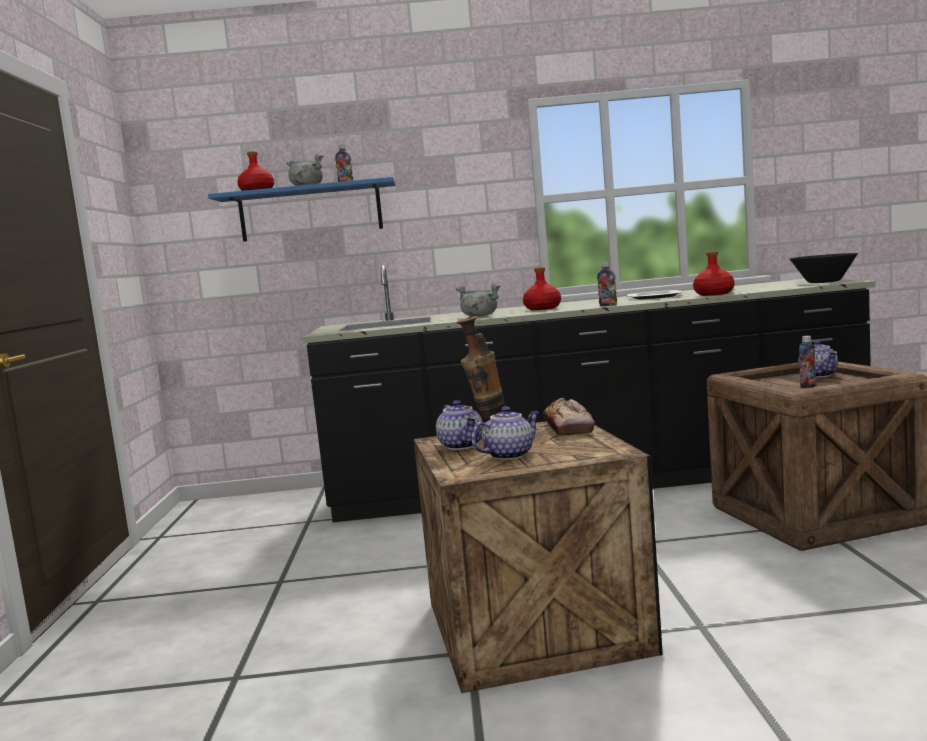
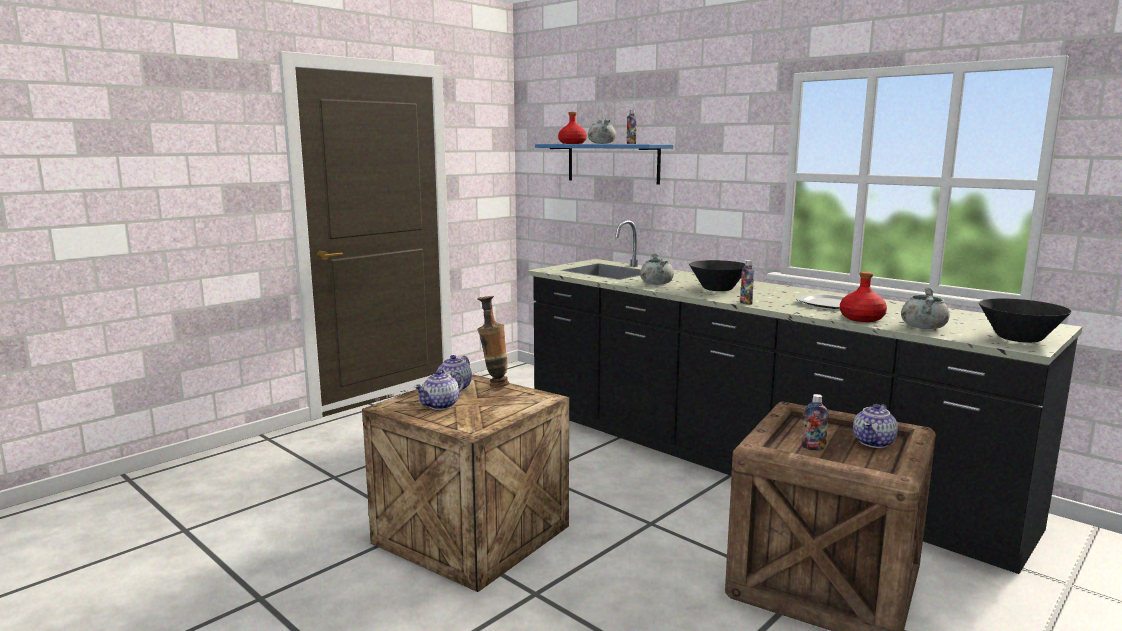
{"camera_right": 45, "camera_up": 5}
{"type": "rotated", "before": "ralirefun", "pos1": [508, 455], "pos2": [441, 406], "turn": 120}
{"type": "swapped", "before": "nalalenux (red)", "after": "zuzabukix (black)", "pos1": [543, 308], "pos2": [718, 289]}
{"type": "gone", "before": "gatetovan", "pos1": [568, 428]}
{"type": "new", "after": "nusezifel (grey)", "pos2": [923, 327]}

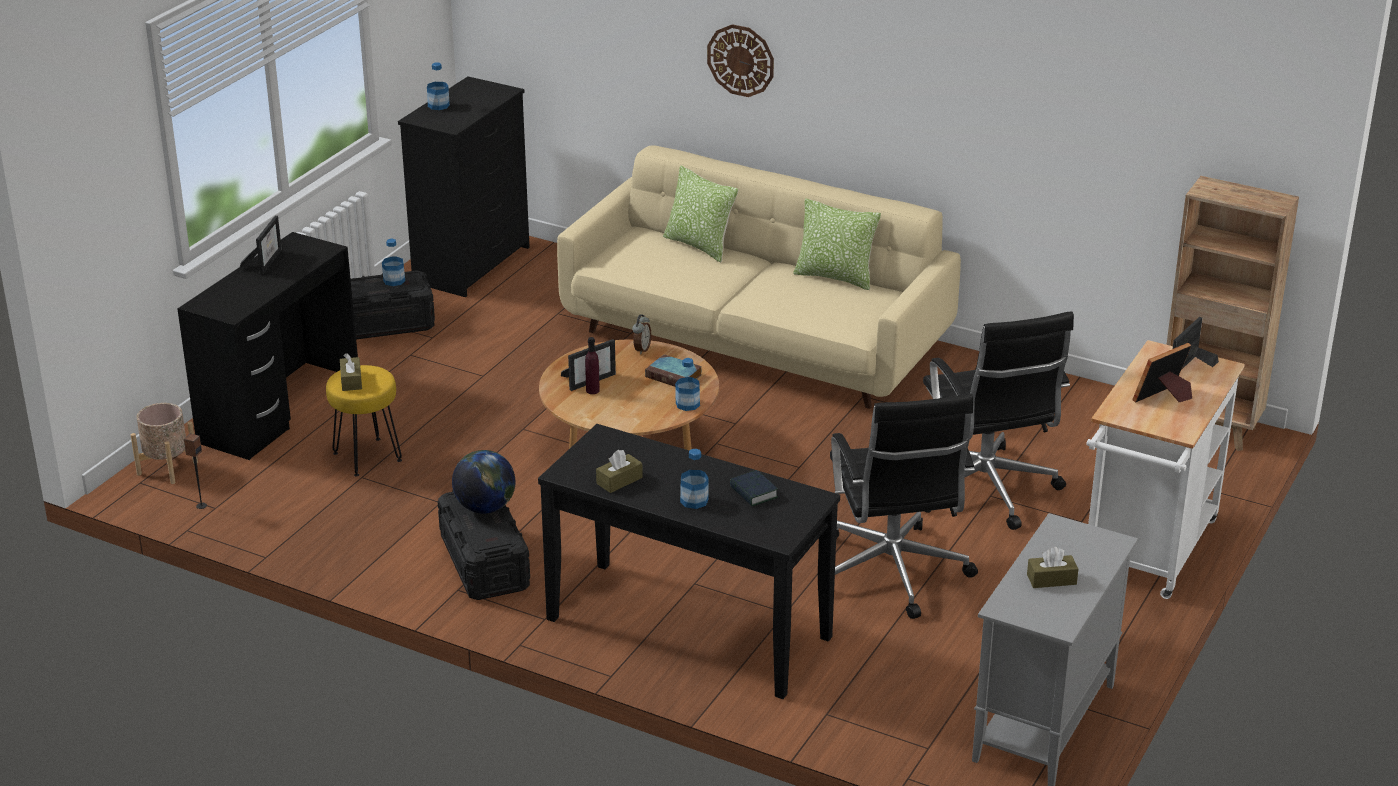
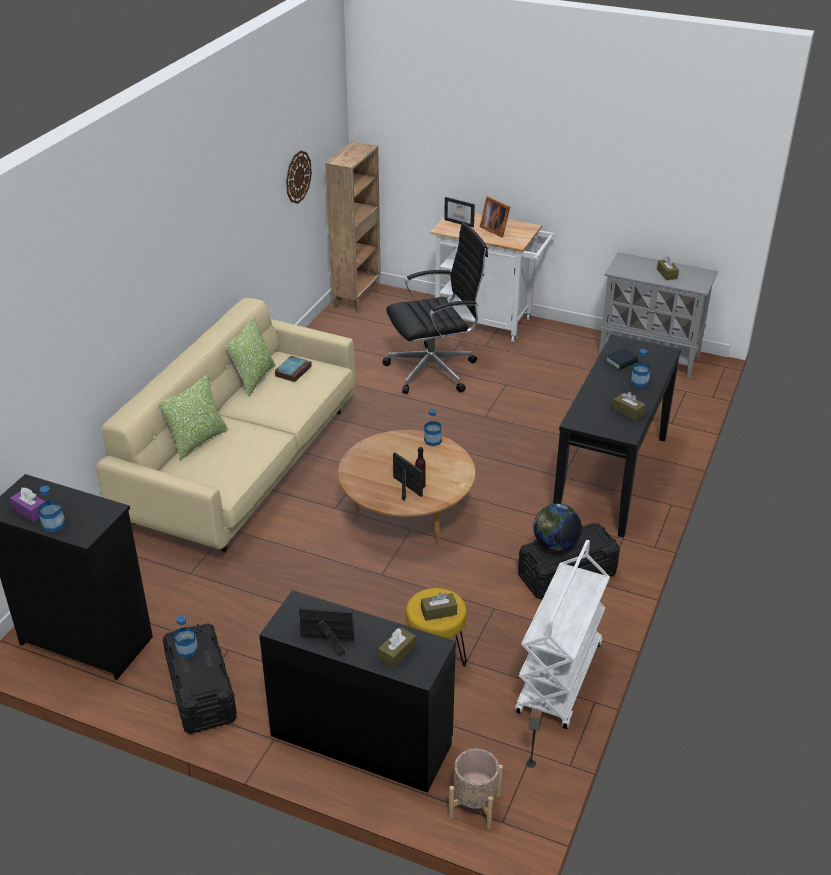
{"camera_right": -95, "camera_up": 5}
{"type": "gone", "before": "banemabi", "pos1": [641, 349]}
{"type": "shifted", "before": "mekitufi", "pos1": [674, 376], "pos2": [293, 371]}
{"type": "shifted", "before": "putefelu", "pos1": [741, 60], "pos2": [298, 177]}
{"type": "gone", "before": "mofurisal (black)", "pos1": [892, 574]}
{"type": "new", "after": "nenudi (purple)", "pos2": [30, 511]}
{"type": "new", "after": "nenudi (brown)", "pos2": [397, 653]}
{"type": "new", "after": "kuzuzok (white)", "pos2": [560, 679]}

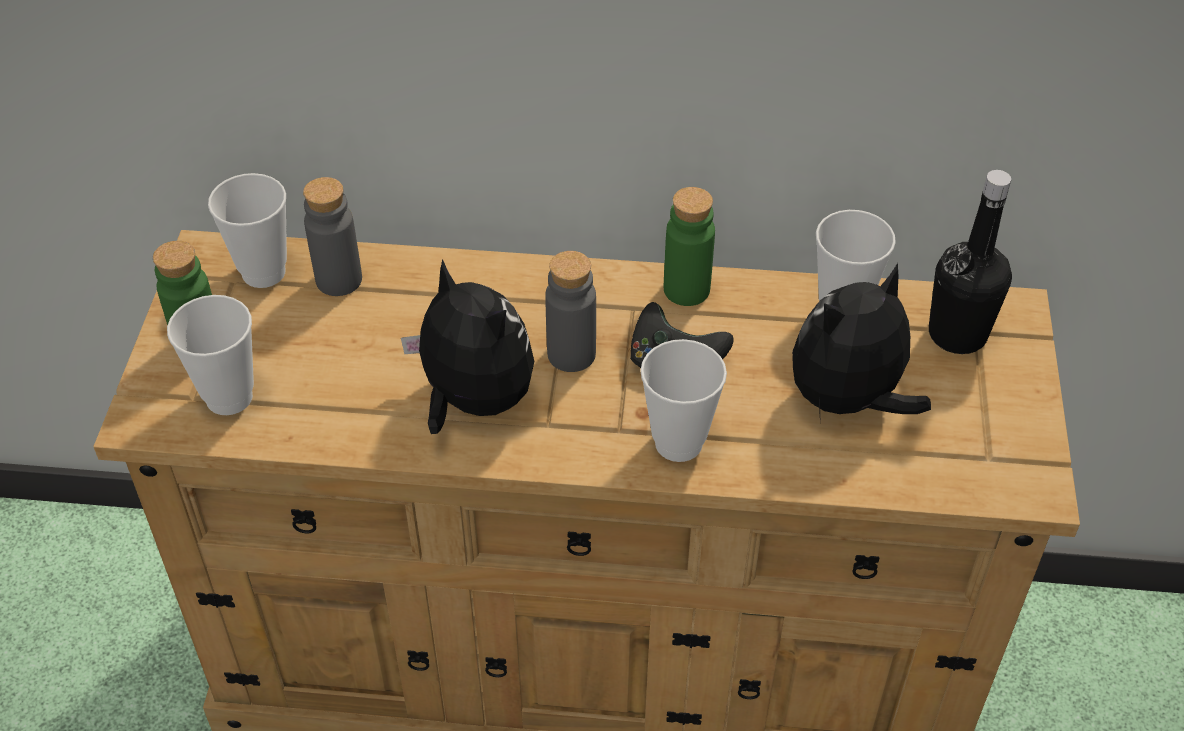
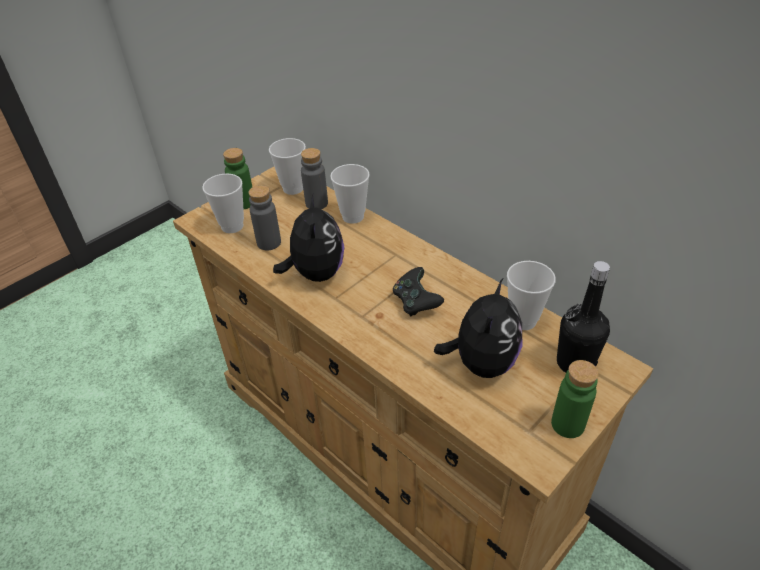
{"camera_right": 40, "camera_up": -5}
{"type": "shifted", "before": "nalalenux (grey)", "pos1": [571, 354], "pos2": [269, 242]}
{"type": "shifted", "before": "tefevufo", "pos1": [678, 443], "pos2": [353, 216]}
{"type": "shifted", "before": "nalalenux (green)", "pos1": [686, 289], "pos2": [567, 424]}
{"type": "rotated", "before": "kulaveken", "pos1": [848, 401], "pos2": [481, 363], "turn": 105}

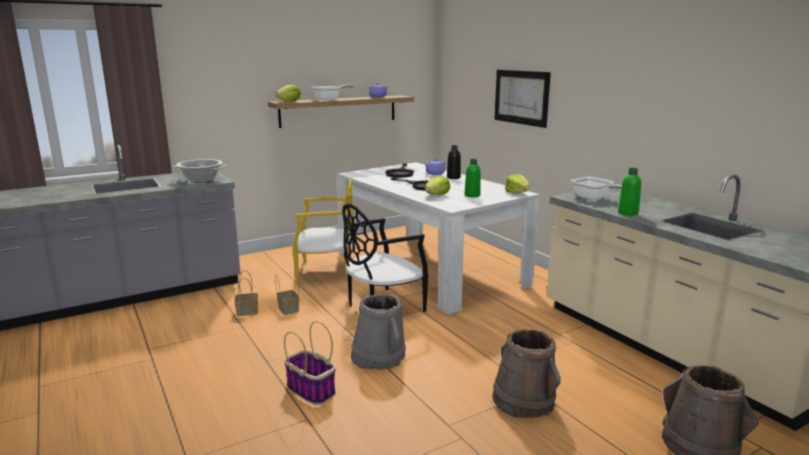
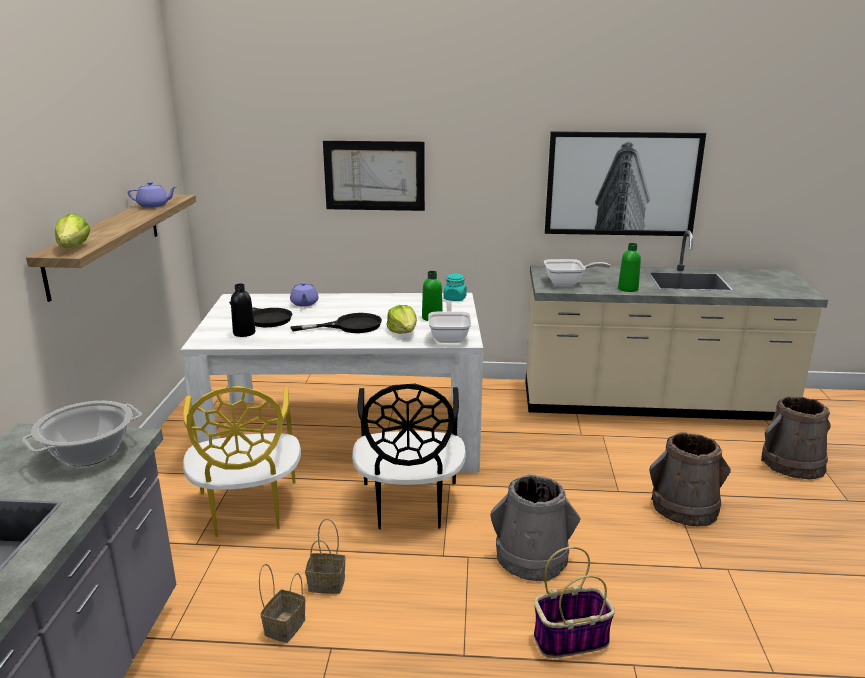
{"camera_right": -55, "camera_up": 5}
{"type": "rotated", "before": "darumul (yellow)", "pos1": [325, 273], "pos2": [247, 510], "turn": 135}
{"type": "shifted", "before": "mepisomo", "pos1": [329, 99], "pos2": [449, 337]}
{"type": "shifted", "before": "nalalenux (black)", "pos1": [453, 177], "pos2": [244, 333]}
{"type": "swapped", "before": "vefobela", "after": "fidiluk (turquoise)", "pos1": [517, 193], "pos2": [455, 298]}
{"type": "new", "after": "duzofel", "pos2": [622, 184]}

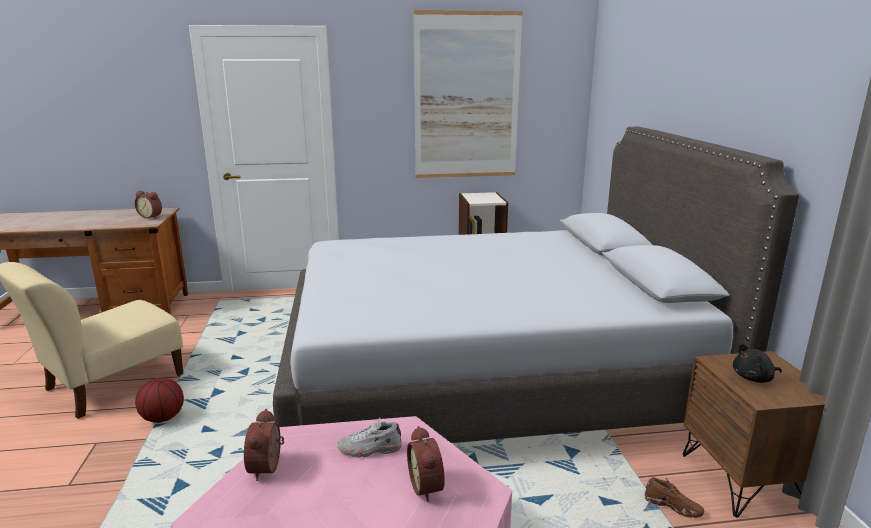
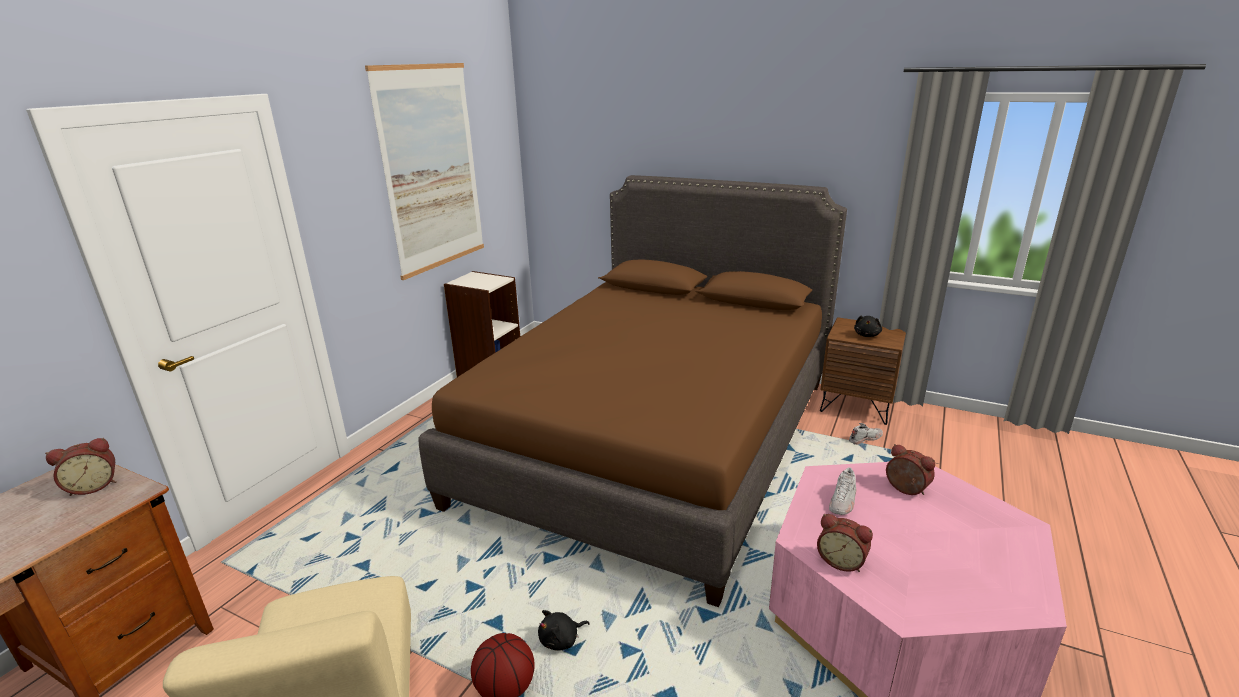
{"camera_right": -55, "camera_up": 5}
{"type": "repainted", "before": "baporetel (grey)", "after": "baporetel (brown)", "pos1": [489, 376], "pos2": [654, 439]}
{"type": "rotated", "before": "banemabi", "pos1": [428, 486], "pos2": [905, 490], "turn": -150}
{"type": "repainted", "before": "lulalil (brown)", "after": "lulalil (white)", "pos1": [673, 506], "pos2": [865, 438]}
{"type": "new", "after": "kulaveken (black)", "pos2": [561, 640]}

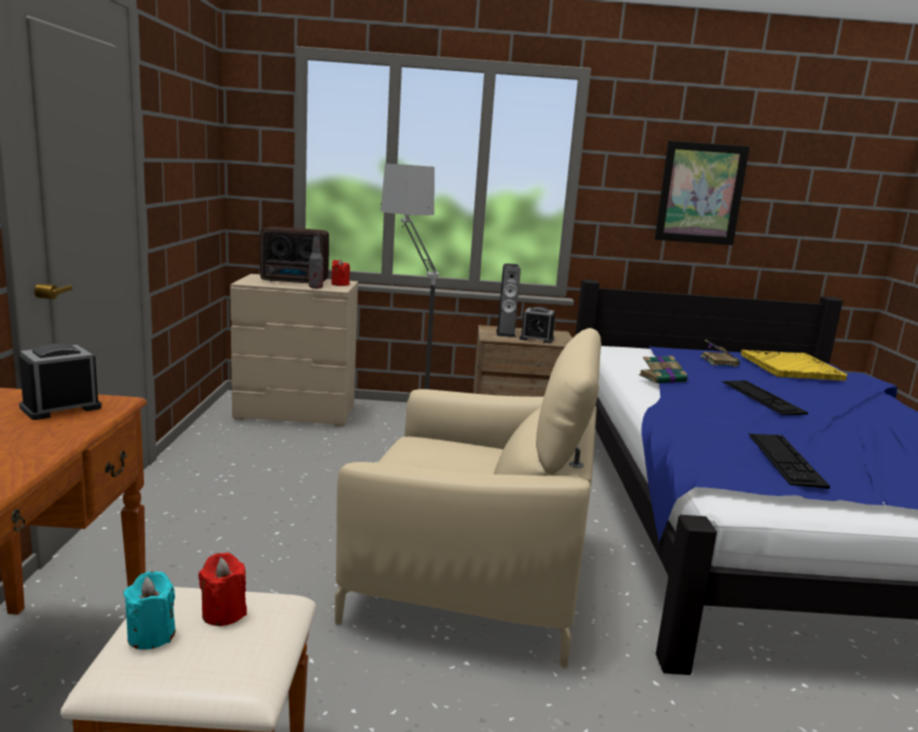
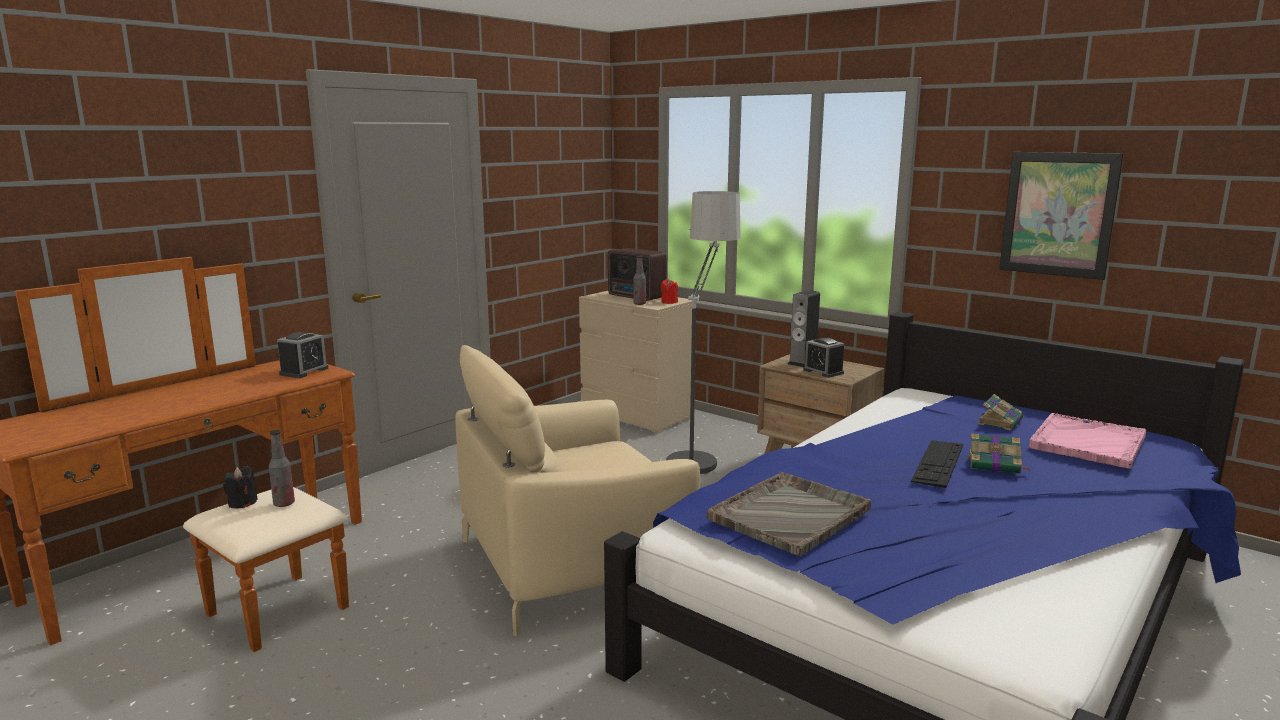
{"camera_right": 40, "camera_up": 0}
{"type": "rotated", "before": "banemabi", "pos1": [61, 408], "pos2": [304, 371], "turn": 120}
{"type": "repainted", "before": "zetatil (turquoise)", "after": "zetatil (black)", "pos1": [151, 635], "pos2": [242, 503]}
{"type": "swapped", "before": "zetatil (red)", "after": "nalalenux", "pos1": [224, 613], "pos2": [284, 504]}
{"type": "rotated", "before": "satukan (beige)", "pos1": [470, 579], "pos2": [573, 564], "turn": 105}
{"type": "shifted", "before": "mekitufi", "pos1": [663, 378], "pos2": [995, 465]}
{"type": "repainted", "before": "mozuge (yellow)", "after": "mozuge (pink)", "pos1": [791, 367], "pos2": [1087, 442]}
{"type": "swapped", "before": "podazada", "after": "mozuge (grey)", "pos1": [785, 459], "pos2": [790, 514]}

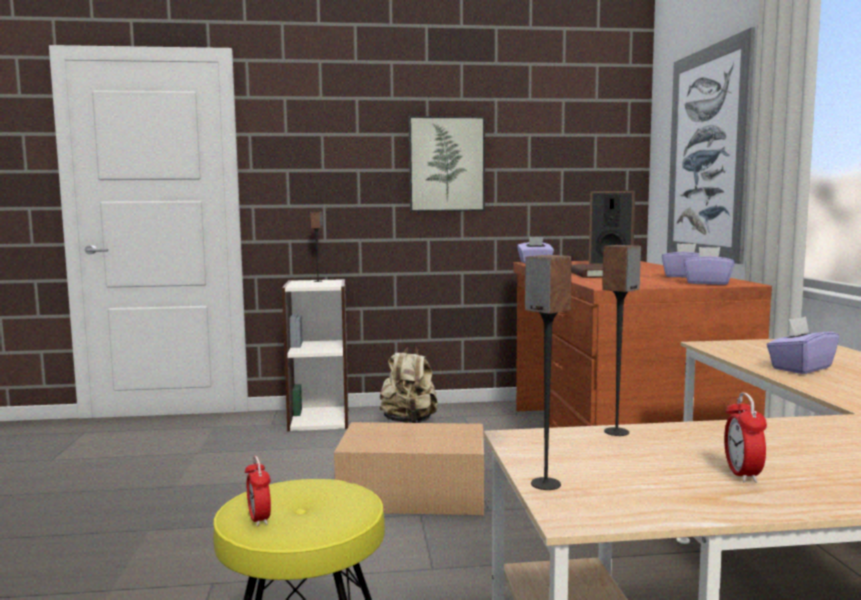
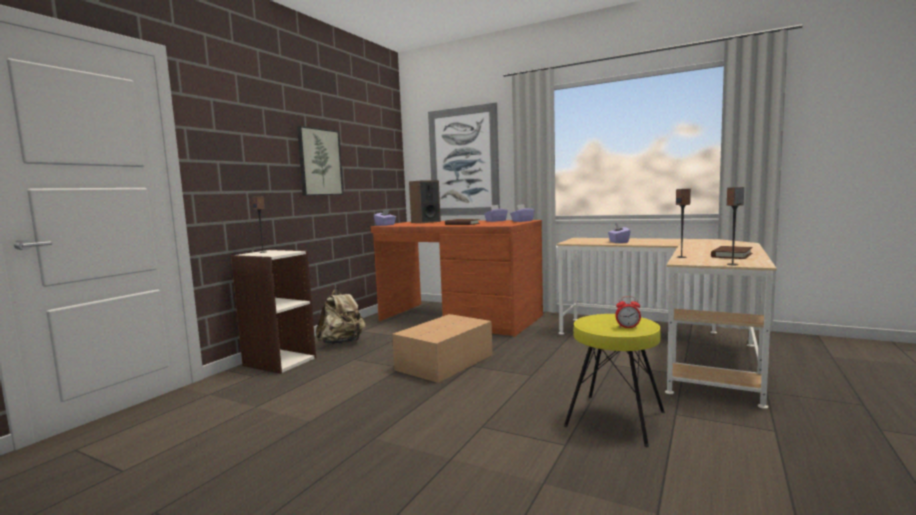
{"camera_right": -55, "camera_up": 0}
{"type": "swapped", "before": "banemabi", "after": "mekitufi (brown)", "pos1": [742, 474], "pos2": [731, 255]}

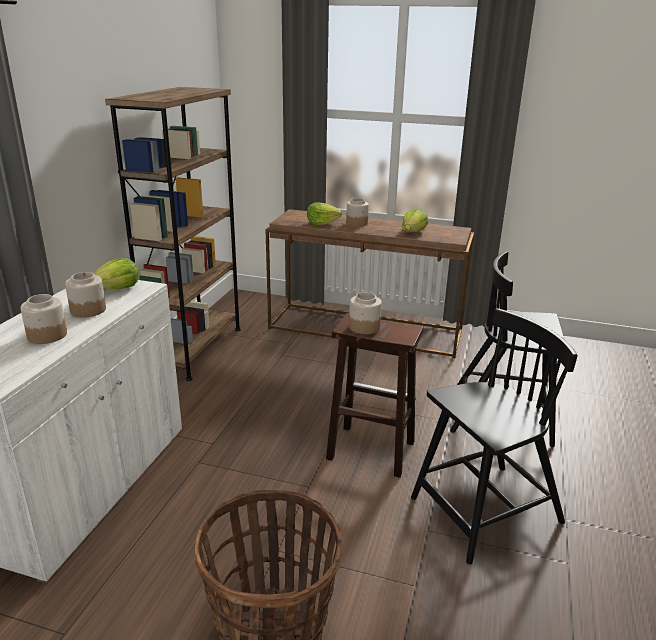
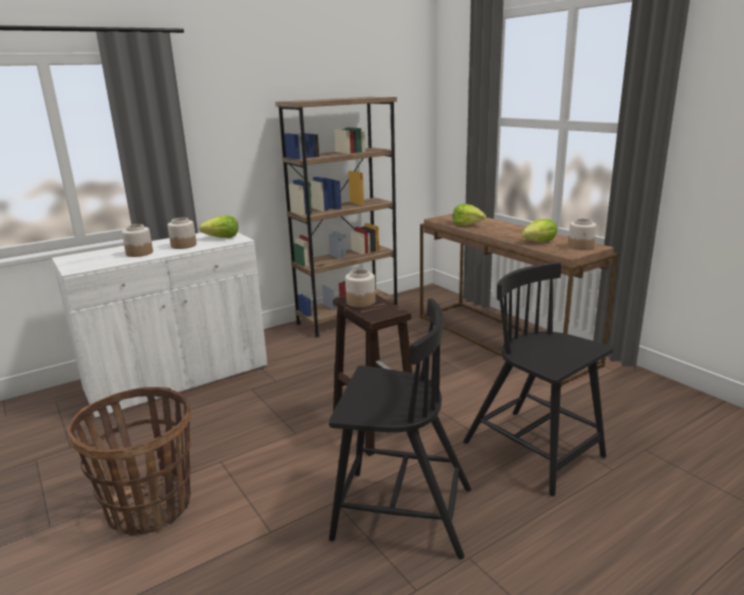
{"camera_right": 40, "camera_up": -5}
{"type": "shifted", "before": "fidiluk", "pos1": [357, 223], "pos2": [581, 246]}

